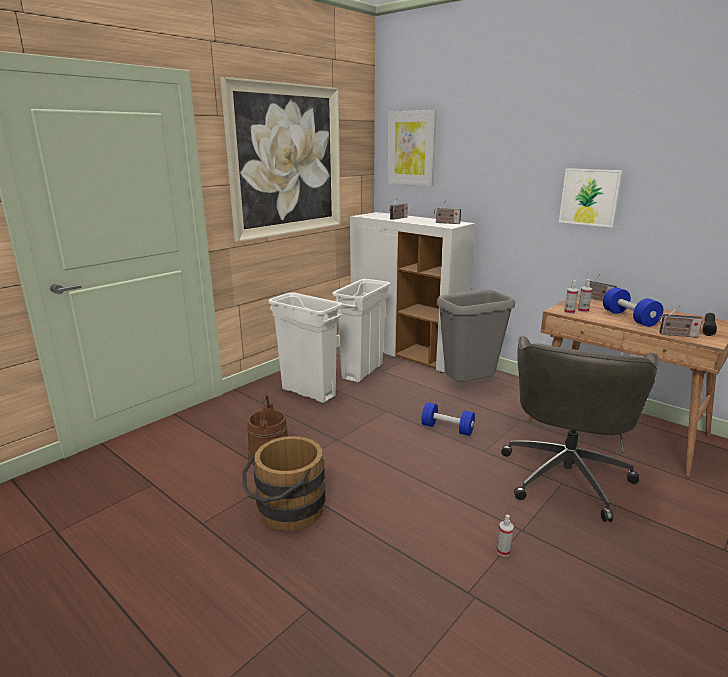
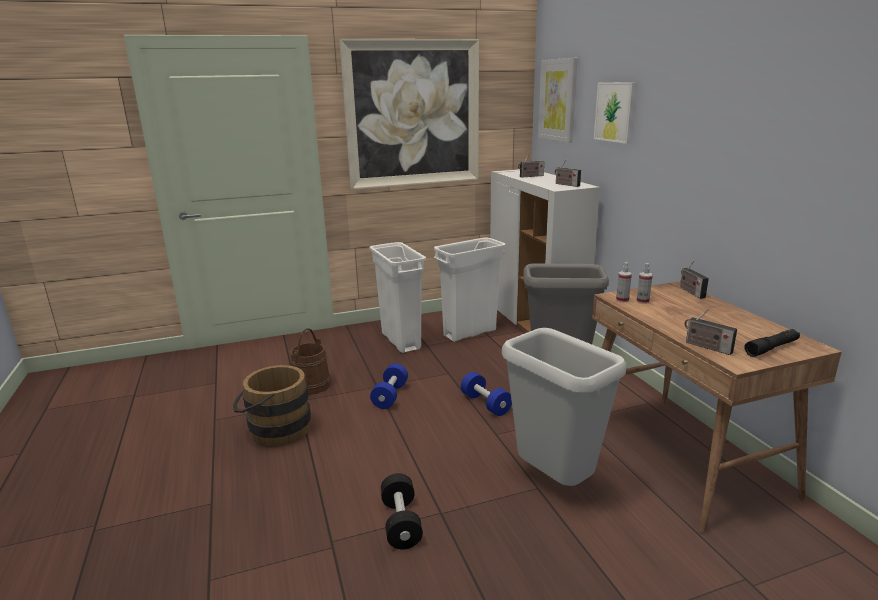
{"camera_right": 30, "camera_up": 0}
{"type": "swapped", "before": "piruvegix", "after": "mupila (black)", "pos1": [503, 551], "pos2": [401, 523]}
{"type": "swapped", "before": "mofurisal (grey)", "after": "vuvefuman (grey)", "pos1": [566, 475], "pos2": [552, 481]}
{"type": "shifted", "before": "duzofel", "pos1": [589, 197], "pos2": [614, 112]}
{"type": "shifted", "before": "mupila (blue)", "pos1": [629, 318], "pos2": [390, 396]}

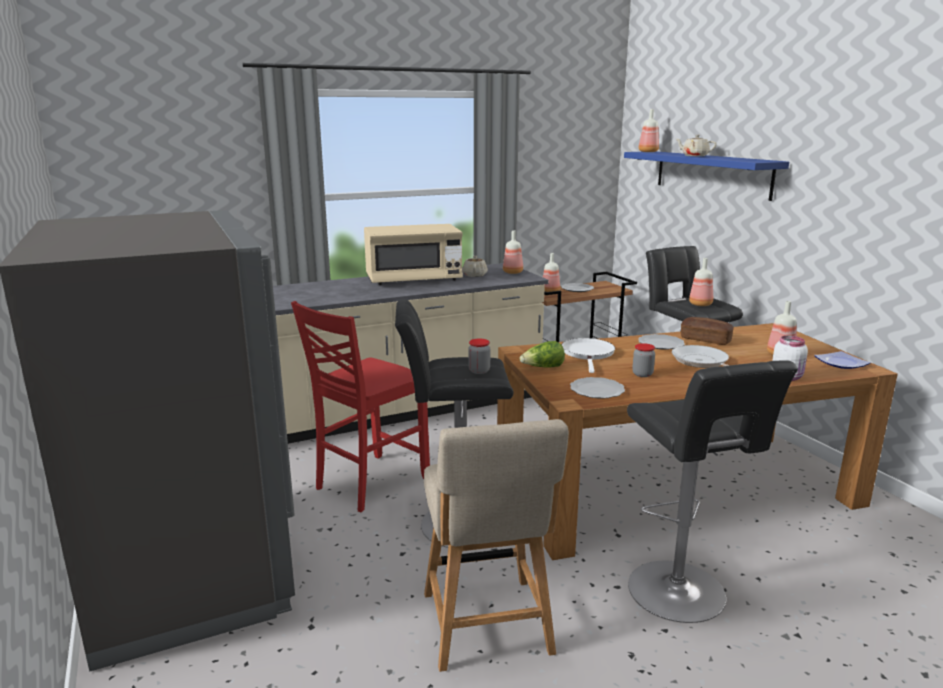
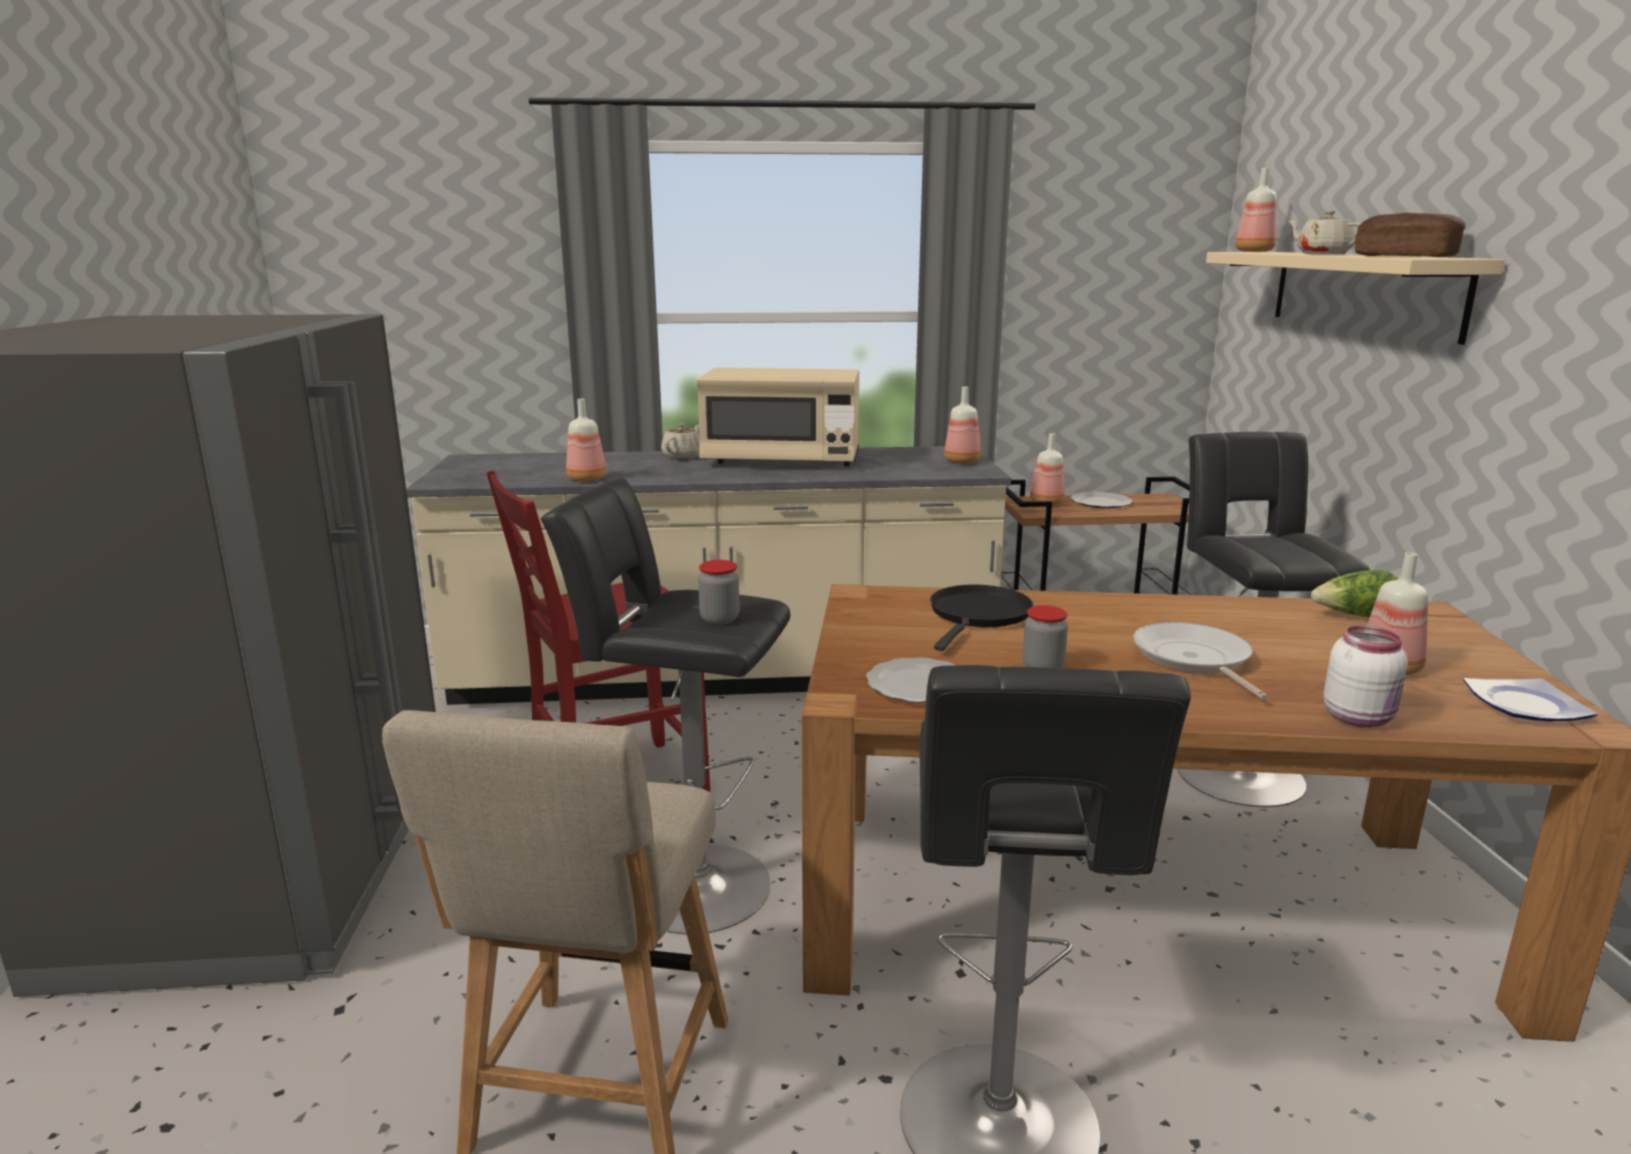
{"camera_right": 20, "camera_up": 0}
{"type": "shifted", "before": "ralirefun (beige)", "pos1": [475, 275], "pos2": [683, 456]}
{"type": "shifted", "before": "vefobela", "pos1": [543, 367], "pos2": [1354, 616]}
{"type": "repainted", "before": "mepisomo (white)", "after": "mepisomo (black)", "pos1": [588, 354], "pos2": [978, 616]}
{"type": "repainted", "before": "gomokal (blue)", "after": "gomokal (beige)", "pos1": [711, 174], "pos2": [1363, 292]}
{"type": "gone", "before": "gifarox", "pos1": [661, 343]}
{"type": "shifted", "before": "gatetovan", "pos1": [705, 340], "pos2": [1405, 256]}
{"type": "shifted", "before": "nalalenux", "pos1": [701, 304], "pos2": [588, 479]}

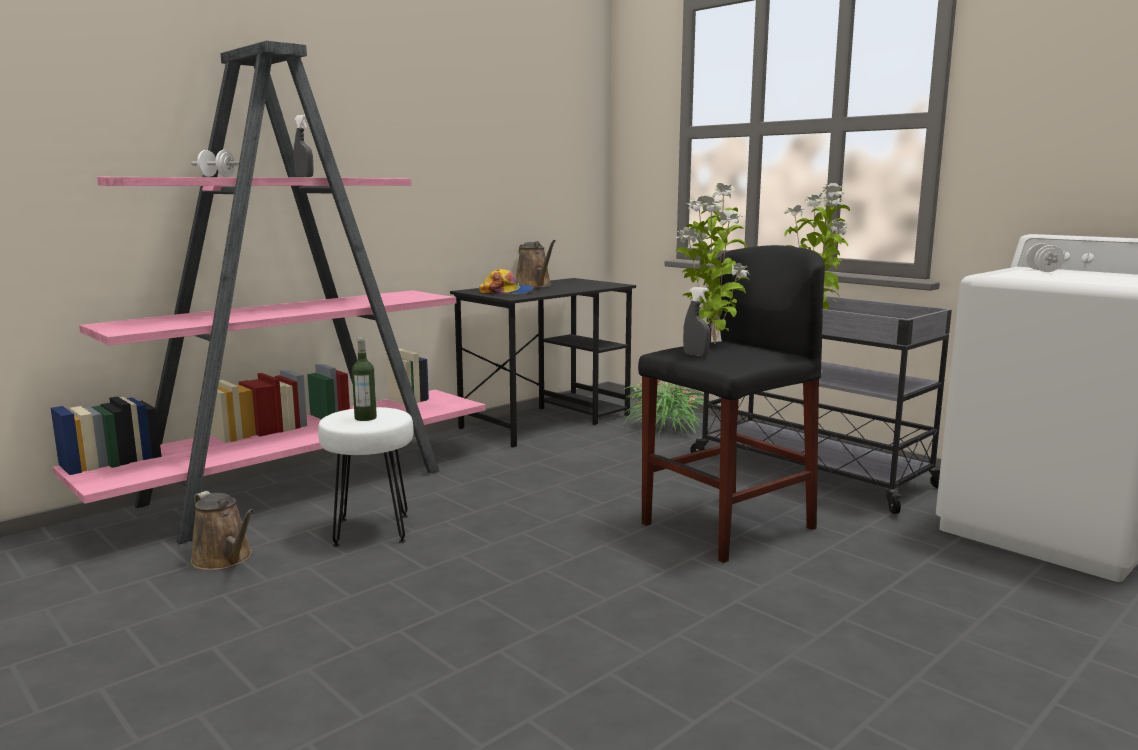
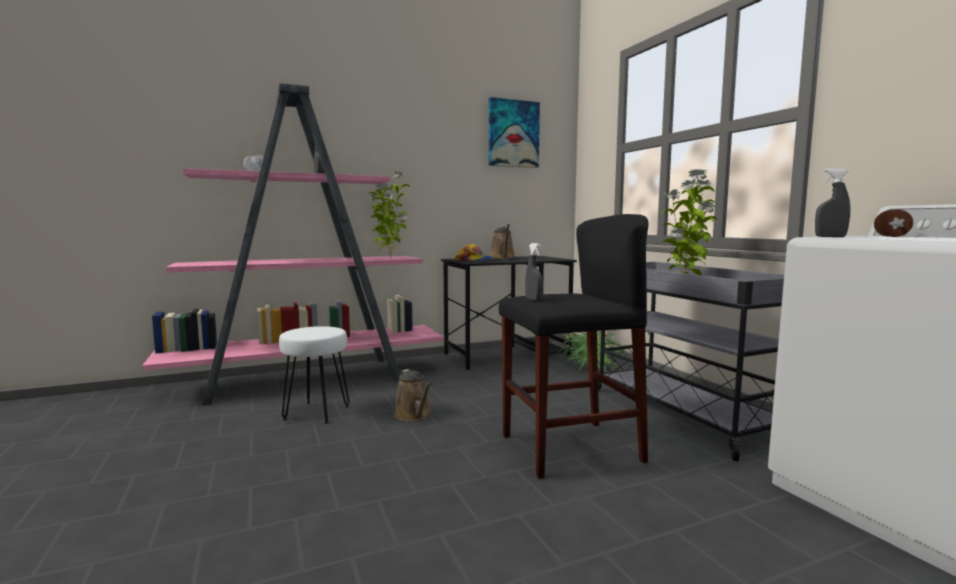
{"camera_right": 20, "camera_up": -5}
{"type": "shifted", "before": "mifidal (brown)", "pos1": [225, 559], "pos2": [414, 415]}
{"type": "gone", "before": "nalalenux", "pos1": [365, 418]}
{"type": "shifted", "before": "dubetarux", "pos1": [712, 343], "pos2": [389, 256]}
{"type": "repainted", "before": "mupila (white)", "after": "mupila (brown)", "pos1": [1043, 271], "pos2": [891, 236]}
{"type": "new", "after": "duzofel", "pos2": [513, 134]}
{"type": "new", "after": "piruvegix (grey)", "pos2": [830, 237]}

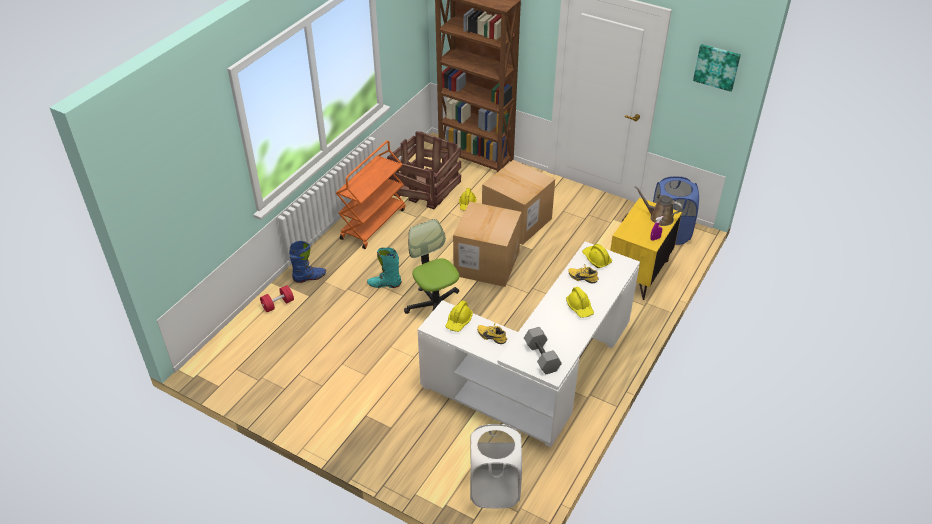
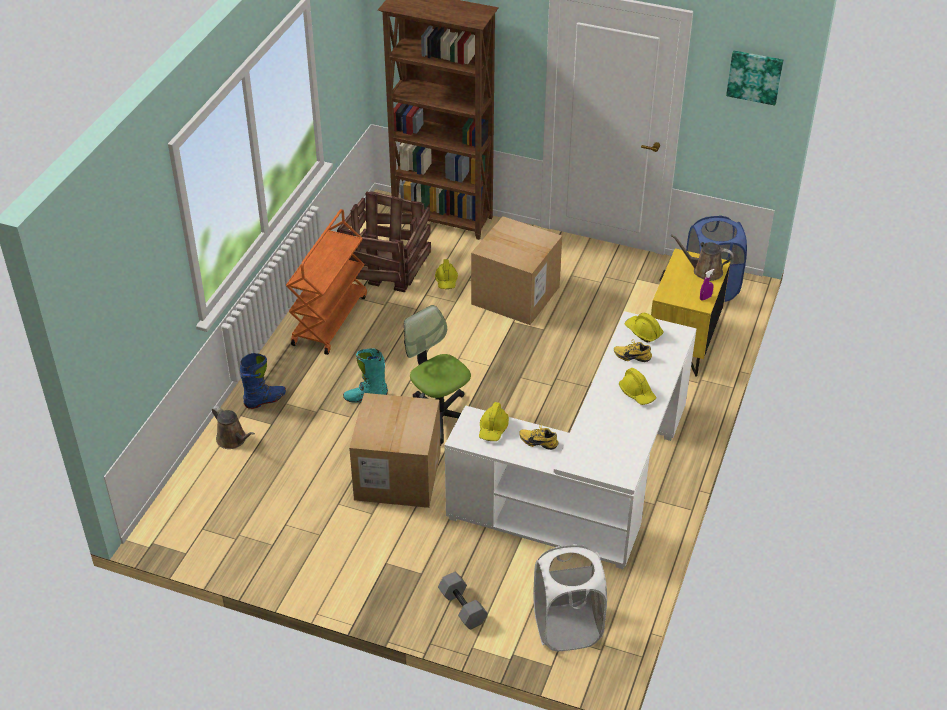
{"camera_right": -10, "camera_up": 0}
{"type": "swapped", "before": "mupila (red)", "after": "mifidal (brown)", "pos1": [278, 304], "pos2": [233, 440]}
{"type": "shifted", "before": "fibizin", "pos1": [486, 263], "pos2": [397, 475]}
{"type": "shifted", "before": "mupila (grey)", "pos1": [542, 357], "pos2": [463, 607]}

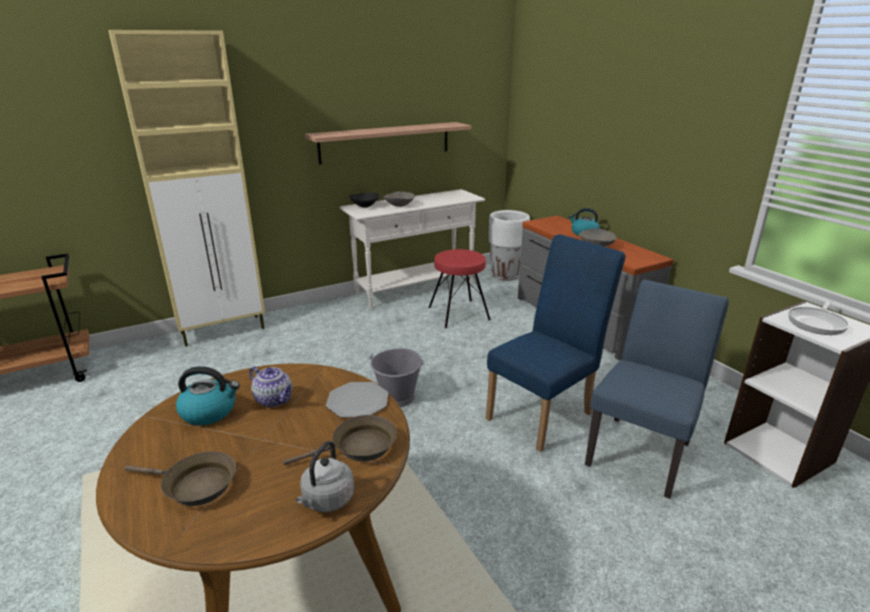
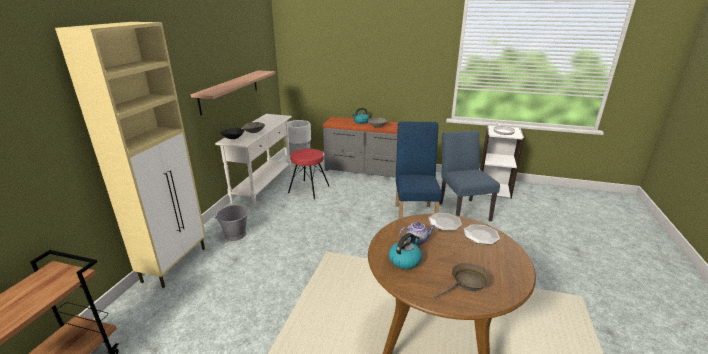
{"camera_right": -45, "camera_up": 0}
{"type": "swapped", "before": "mepisomo (brown)", "after": "gifarox", "pos1": [359, 447], "pos2": [481, 235]}
{"type": "gone", "before": "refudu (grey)", "pos1": [326, 500]}
{"type": "shifted", "before": "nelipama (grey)", "pos1": [398, 397], "pos2": [236, 234]}

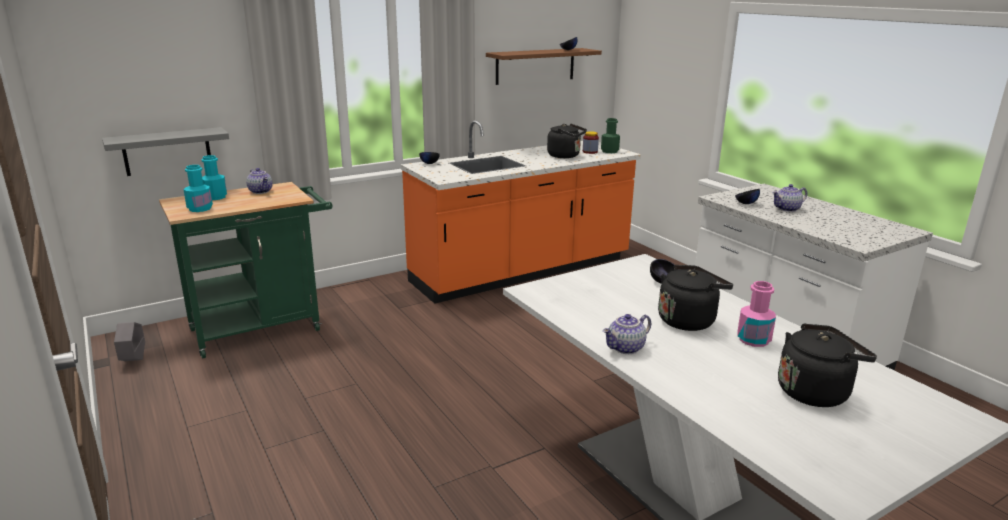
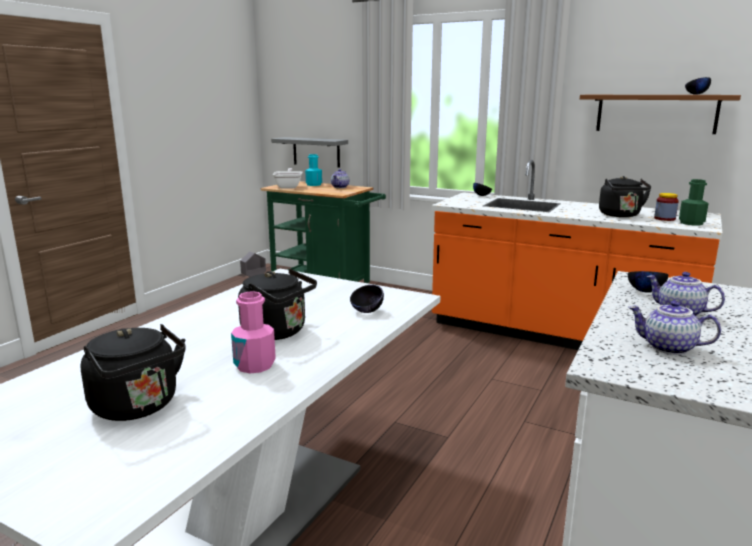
{"camera_right": 60, "camera_up": -5}
{"type": "swapped", "before": "nalalenux (turquoise)", "after": "mepisomo", "pos1": [200, 209], "pos2": [289, 187]}
{"type": "shifted", "before": "ralirefun", "pos1": [626, 348], "pos2": [668, 348]}

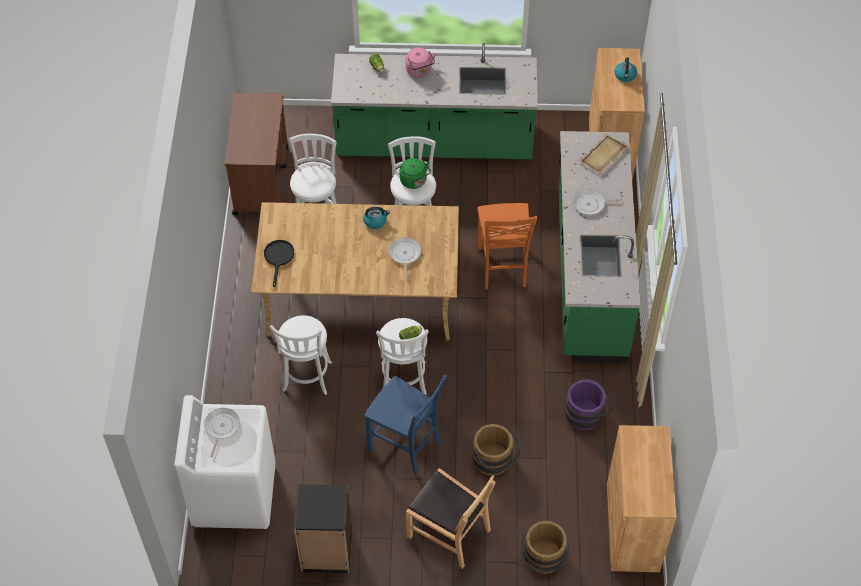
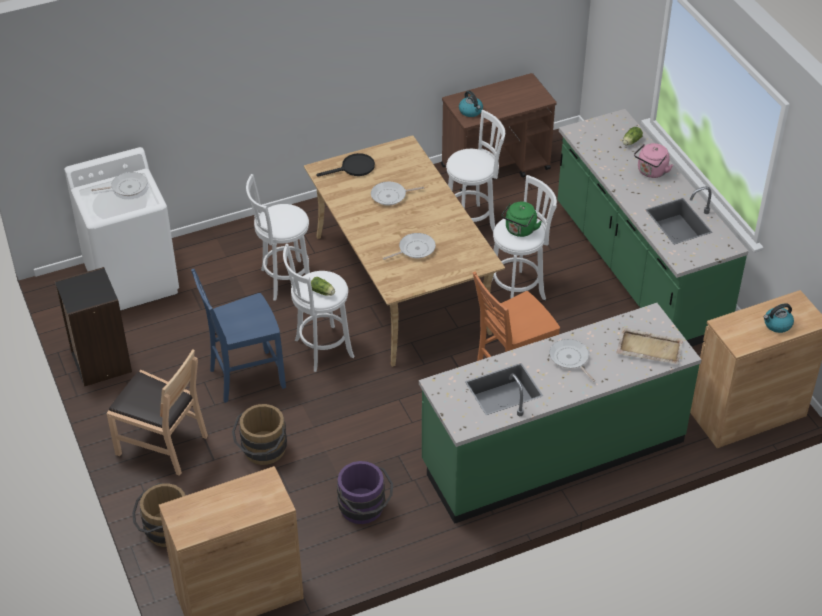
{"camera_right": 65, "camera_up": -10}
{"type": "shifted", "before": "refudu", "pos1": [375, 221], "pos2": [471, 111]}
{"type": "rotated", "before": "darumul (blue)", "pos1": [405, 446], "pos2": [245, 377], "turn": 60}
{"type": "rotated", "before": "darumul (brown)", "pos1": [449, 532], "pos2": [162, 444], "turn": -75}
{"type": "new", "after": "mepisomo", "pos2": [391, 196]}

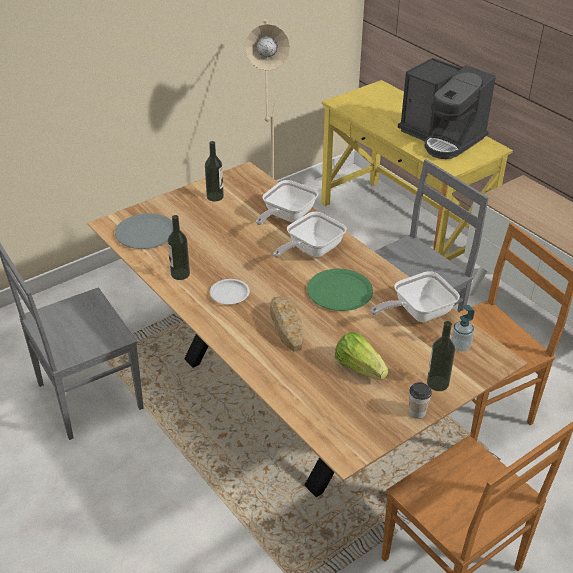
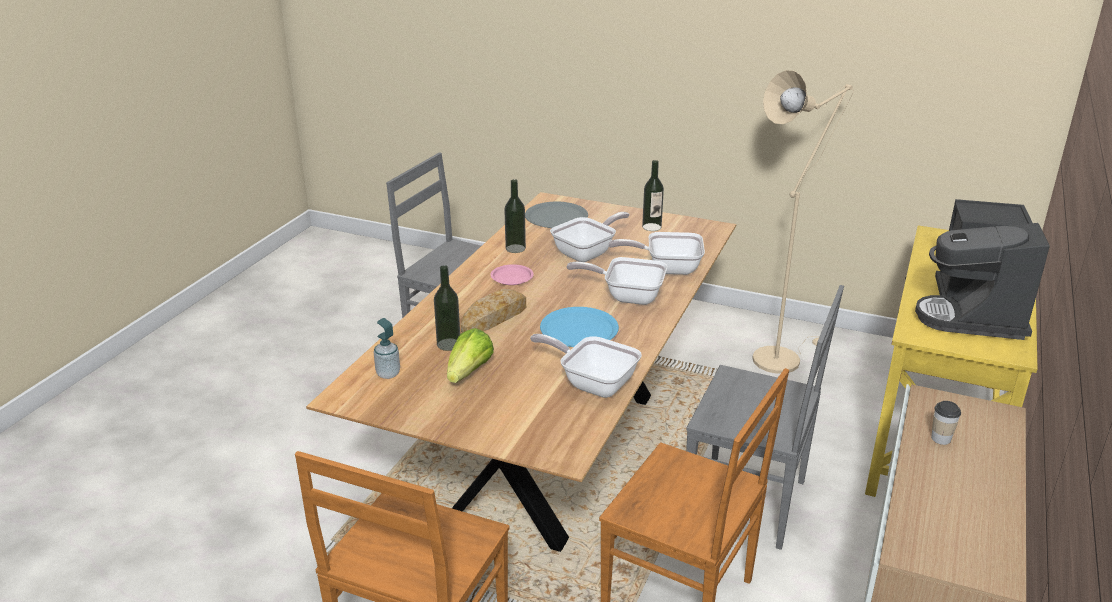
{"camera_right": 60, "camera_up": -10}
{"type": "repainted", "before": "gifarox (white)", "after": "gifarox (pink)", "pos1": [230, 294], "pos2": [512, 278]}
{"type": "repainted", "before": "gifarox (green)", "after": "gifarox (blue)", "pos1": [340, 291], "pos2": [579, 329]}
{"type": "shifted", "before": "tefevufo", "pos1": [417, 412], "pos2": [941, 438]}
{"type": "shifted", "before": "nalalenux", "pos1": [437, 383], "pos2": [448, 344]}
{"type": "shifted", "before": "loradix", "pos1": [460, 346], "pos2": [388, 374]}
{"type": "new", "after": "mepisomo", "pos2": [588, 253]}

